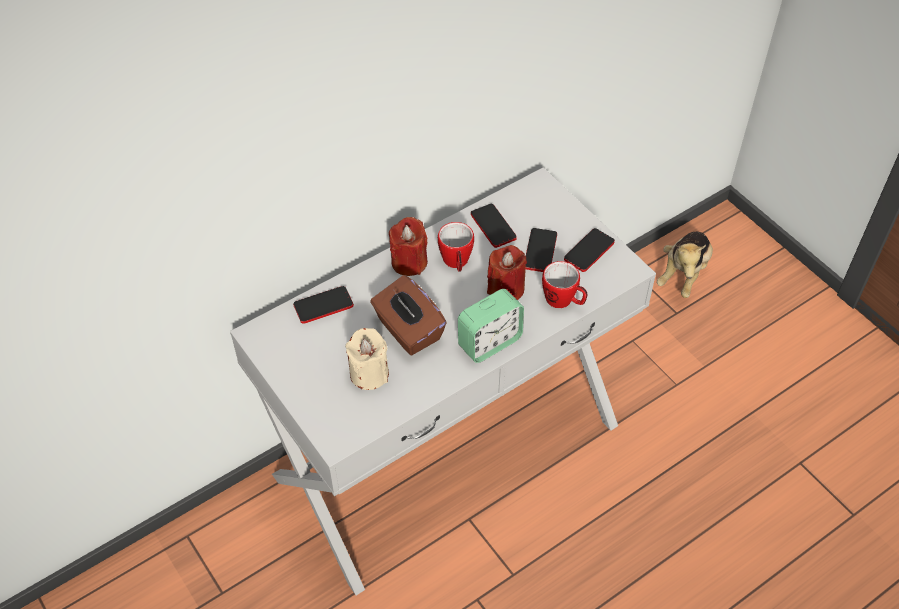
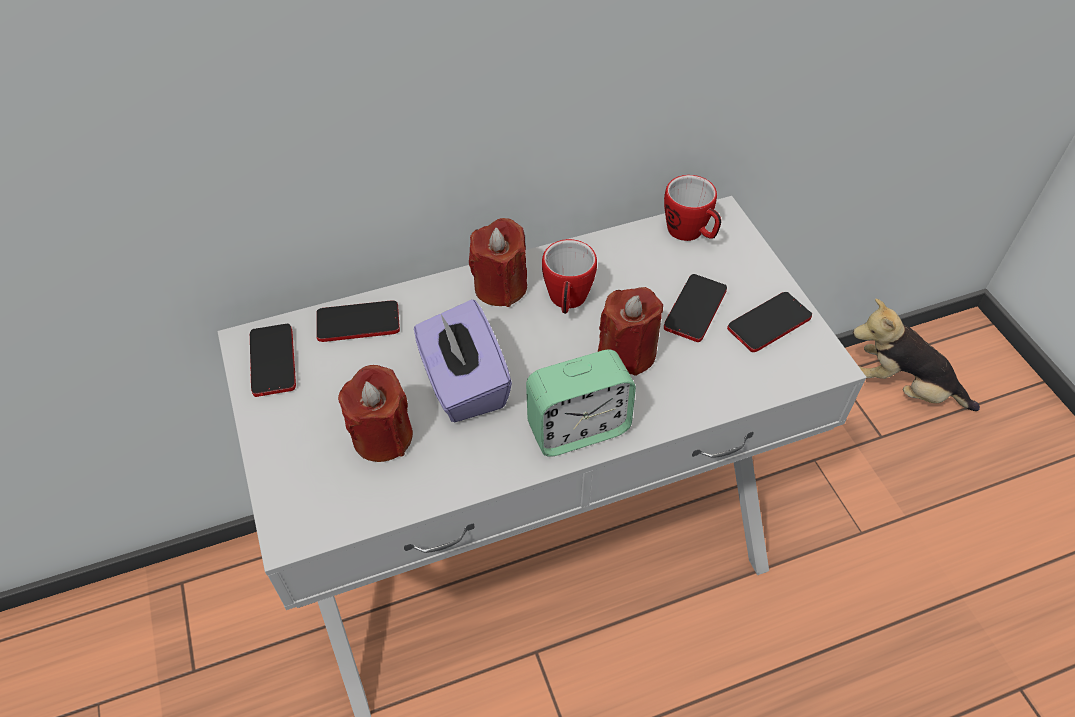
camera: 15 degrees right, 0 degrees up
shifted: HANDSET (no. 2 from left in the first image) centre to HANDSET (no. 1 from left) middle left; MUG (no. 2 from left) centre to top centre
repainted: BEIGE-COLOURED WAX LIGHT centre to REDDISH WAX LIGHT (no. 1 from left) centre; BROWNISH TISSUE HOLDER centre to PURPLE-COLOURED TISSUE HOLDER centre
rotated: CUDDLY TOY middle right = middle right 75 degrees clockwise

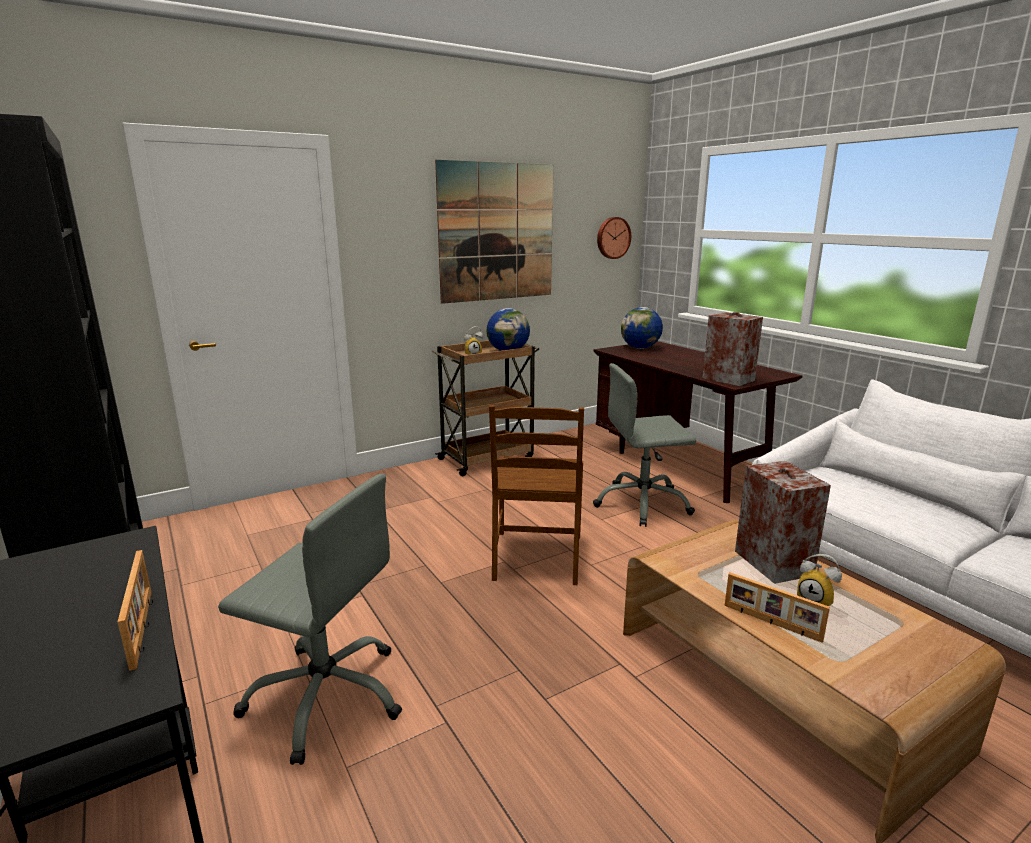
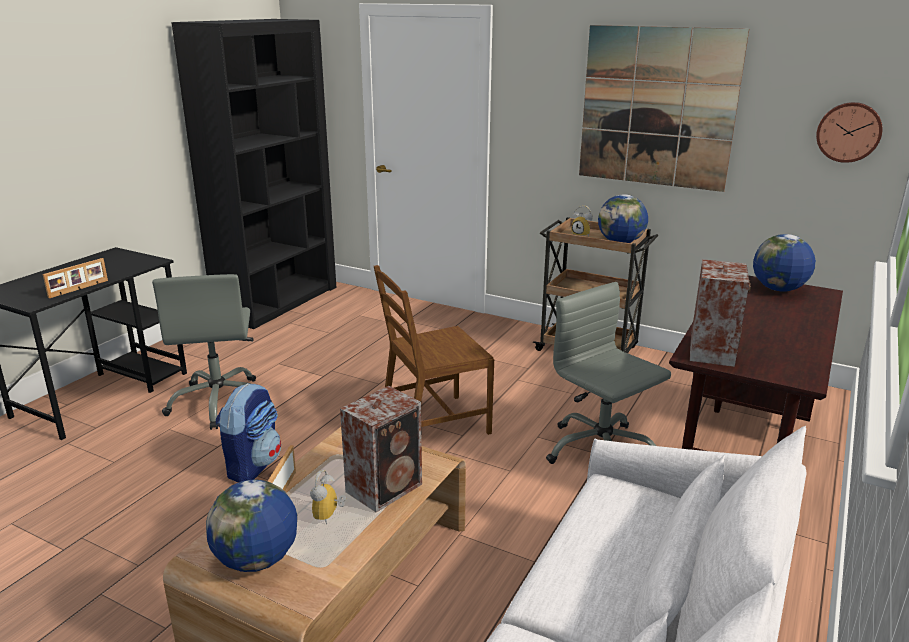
camera: 60 degrees right, 5 degrees up
new: DESK GLOBE (no. 1 from left) bottom left; BACKPACK bottom left

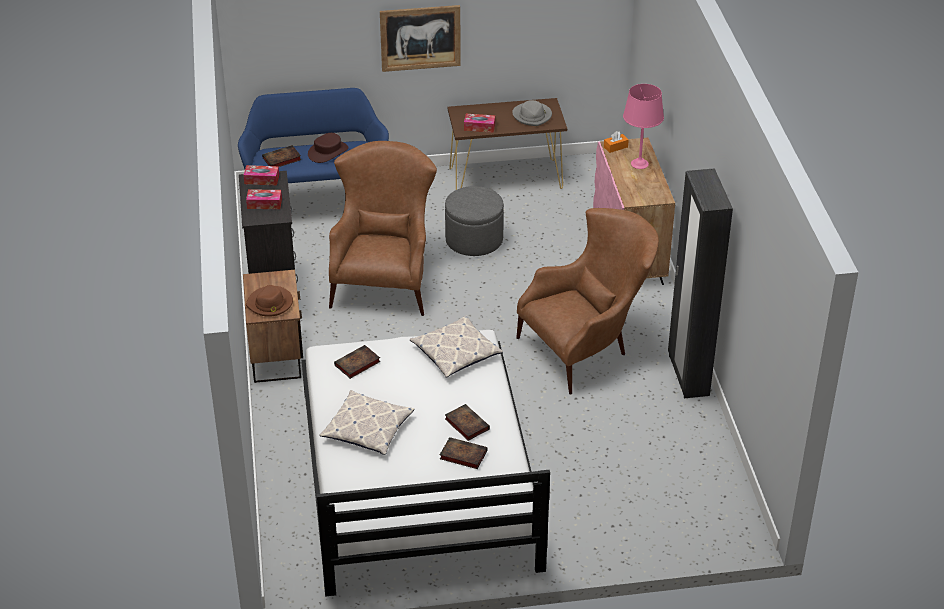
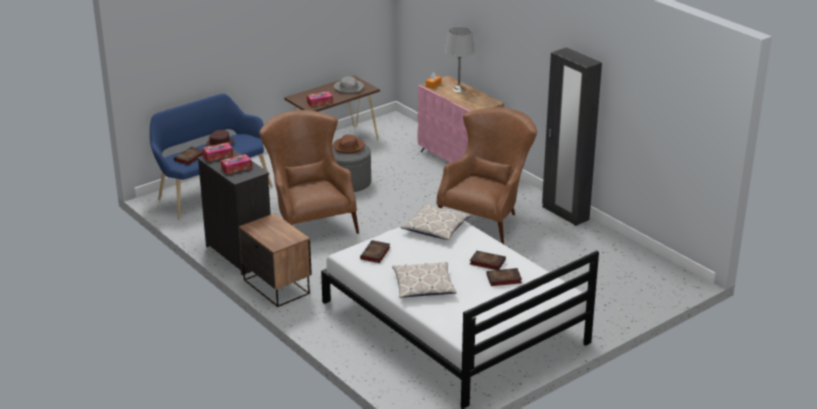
camera: 30 degrees left, 10 degrees down
gone: WALL ART top centre
shifted: BROWNISH HAT (no. 1 from left in the first image) middle left to BROWNISH HAT (no. 2 from left) centre
repainted: PINKISH TABLE LAMP top right to GRAY TABLE LAMP top centre

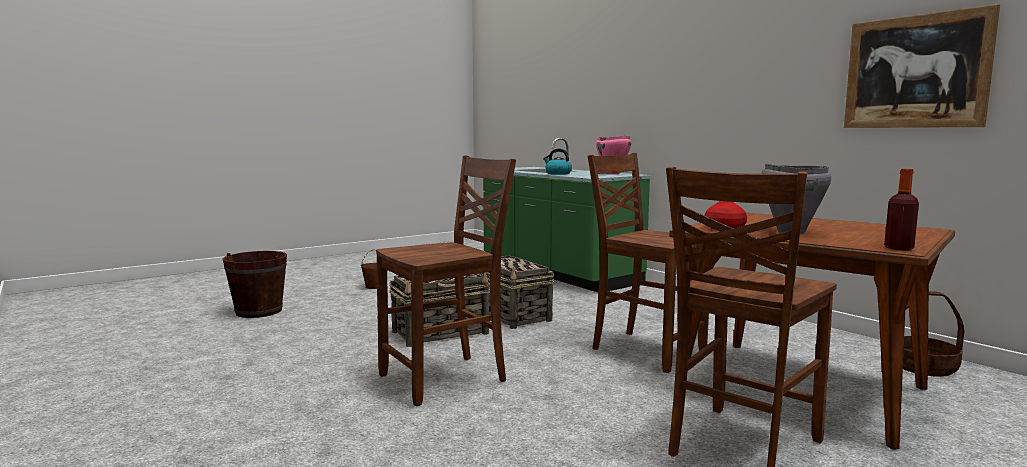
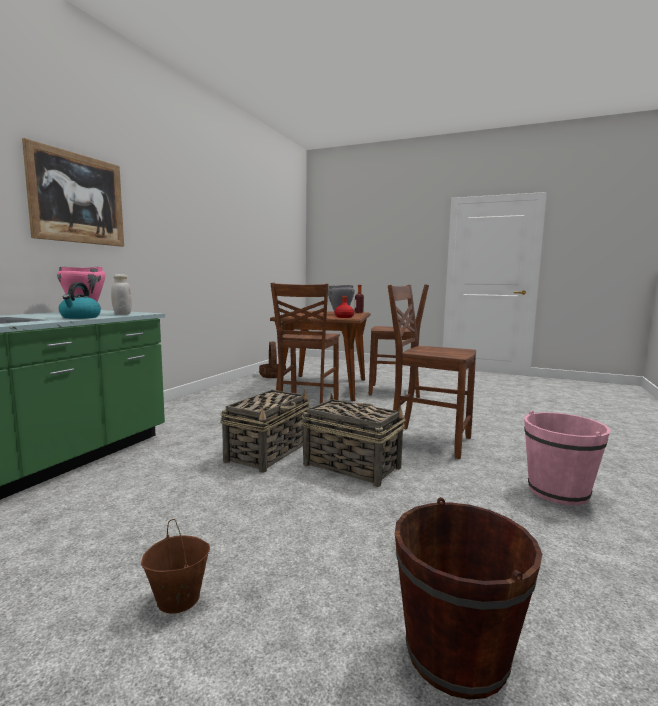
camera: 120 degrees left, 0 degrees up
new: WHITISH STORAGE JAR middle left; PINKISH BUCKET middle right
shifted: WALL ART top right to top left

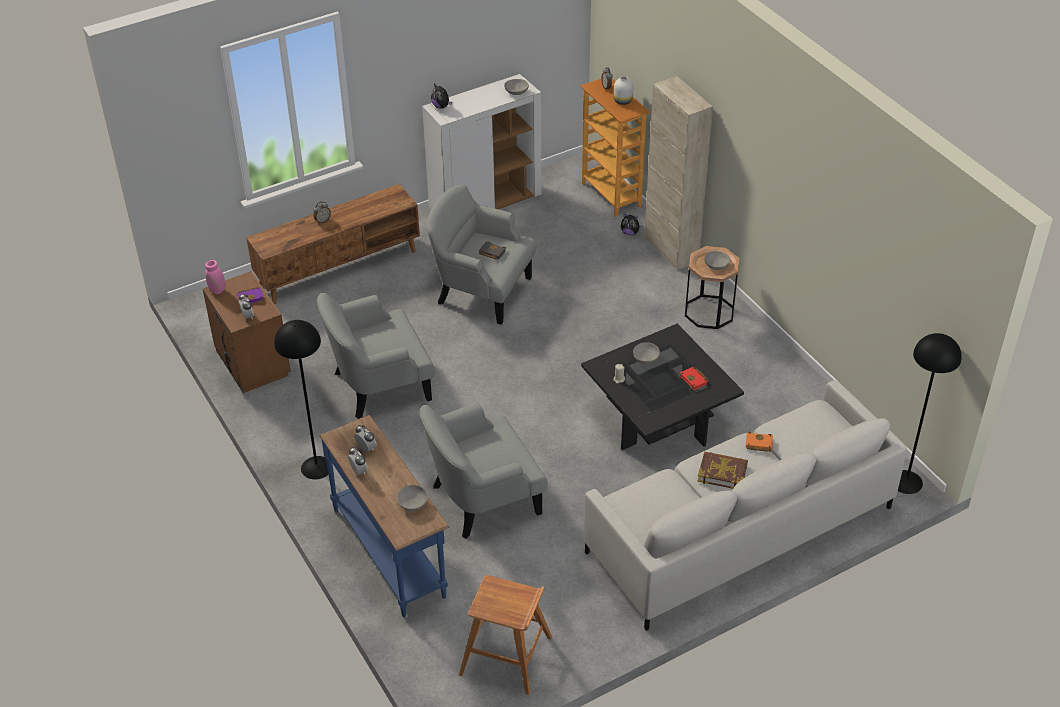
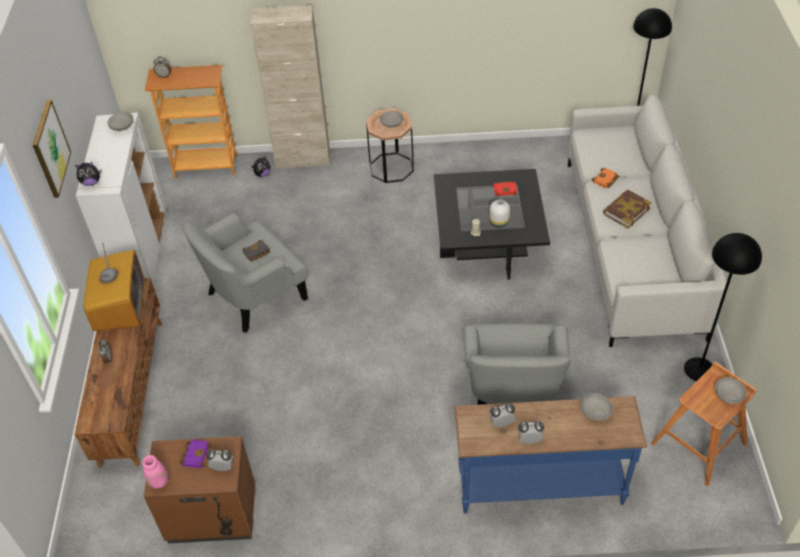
camera: 60 degrees left, 5 degrees up
gone: GRAY ARMCHAIR (no. 1 from left) centre
new: WALL ART top left; TELEVISION middle left
shifted: WHITISH VASE top centre to centre; BLACK-COLOURED STANDARD LAMP (no. 1 from left in the first image) middle left to BLACK-COLOURED STANDARD LAMP (no. 2 from left) middle right; GRAY SERVING BOWL (no. 3 from left in the first image) centre to GRAY SERVING BOWL (no. 4 from left) bottom right

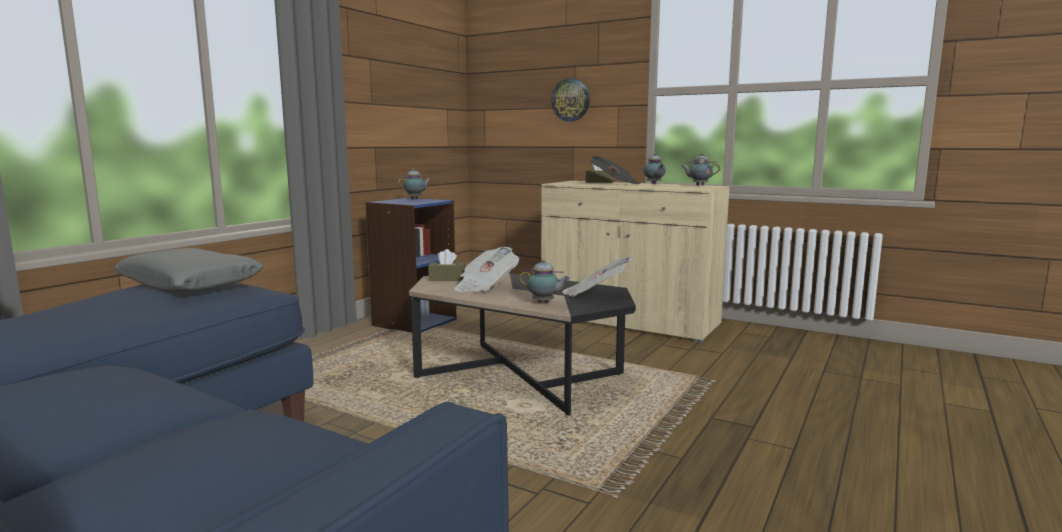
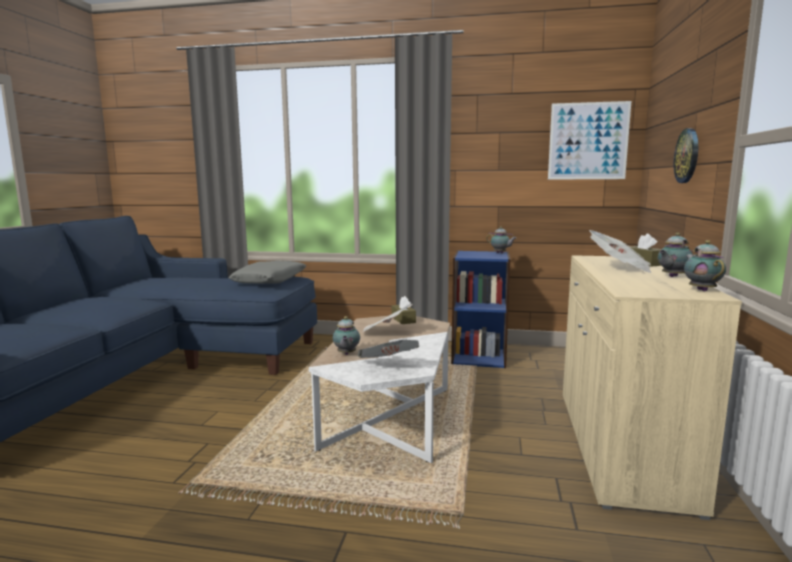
camera: 70 degrees right, 0 degrees up
new: WALL ART top right
repainted: BLACK-COLOURED COFFEE TABLE centre to WHITISH COFFEE TABLE bottom centre

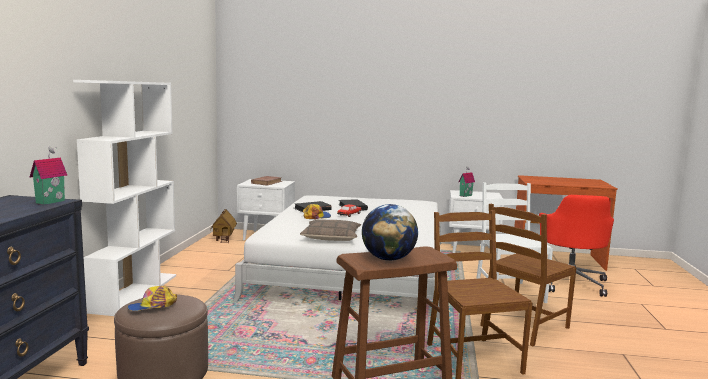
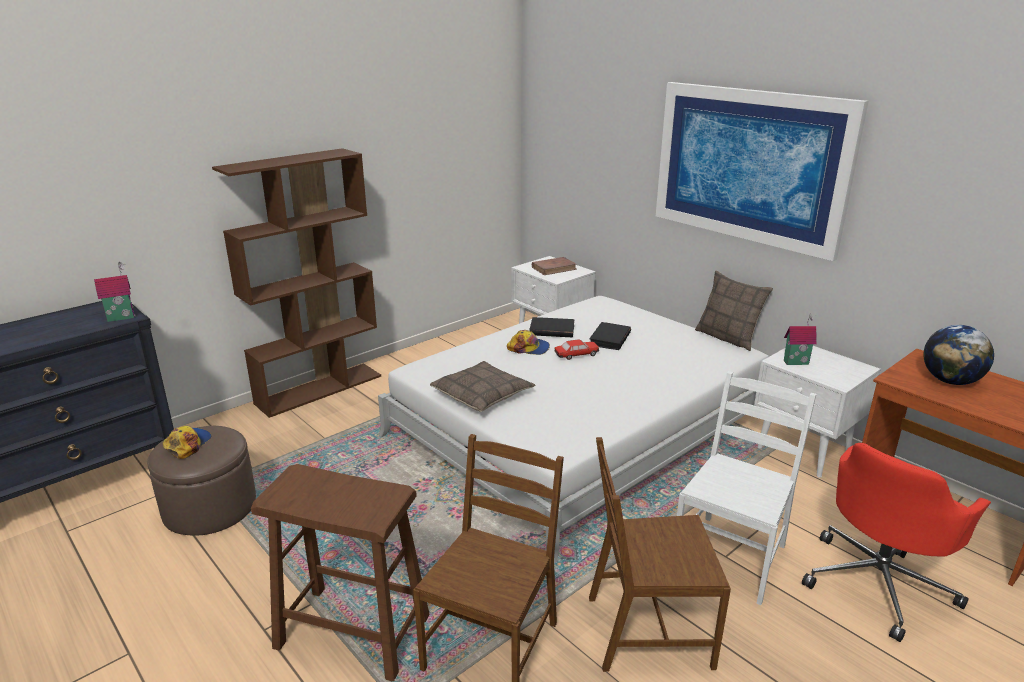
camera: 40 degrees right, 15 degrees up
gone: TOY HOUSE (no. 2 from left) middle left
new: WALL ART top right; CUSHION (no. 2 from left) middle right
shifted: DESK GLOBE centre to middle right
repainted: WHITISH BOOKSHELF middle left to BROWNISH BOOKSHELF middle left
rotated: BASEBALL CAP (no. 1 from left) bottom left = middle left 90 degrees clockwise

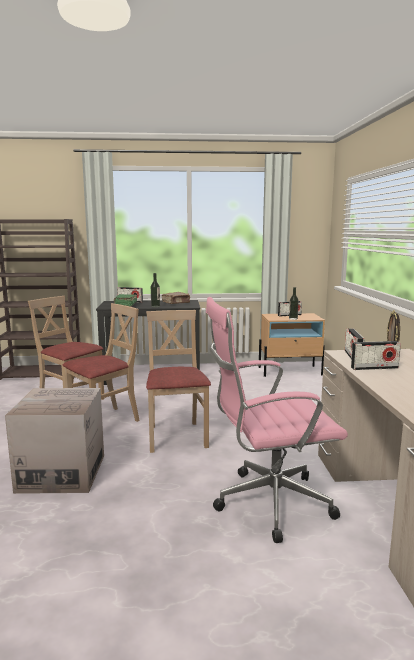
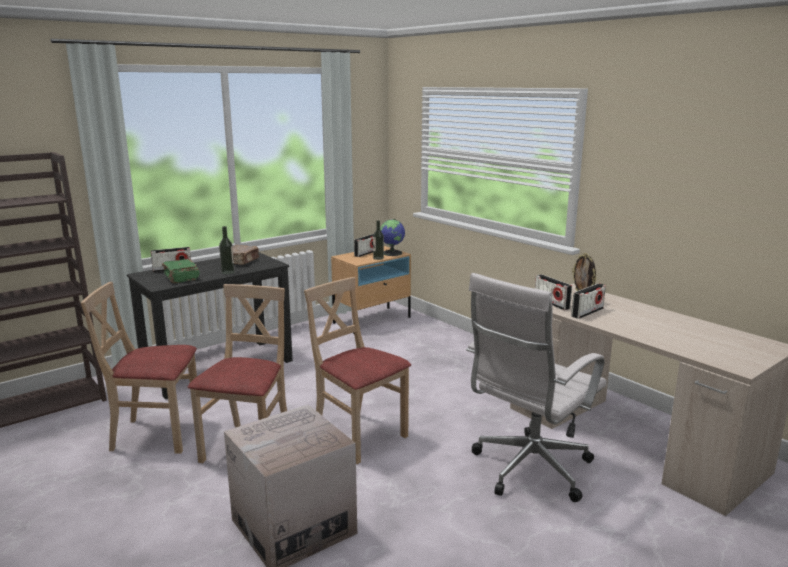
camera: 35 degrees left, 5 degrees up
new: DESK GLOBE centre
repainted: PINKISH DESK CHAIR middle right to WHITISH DESK CHAIR bottom right

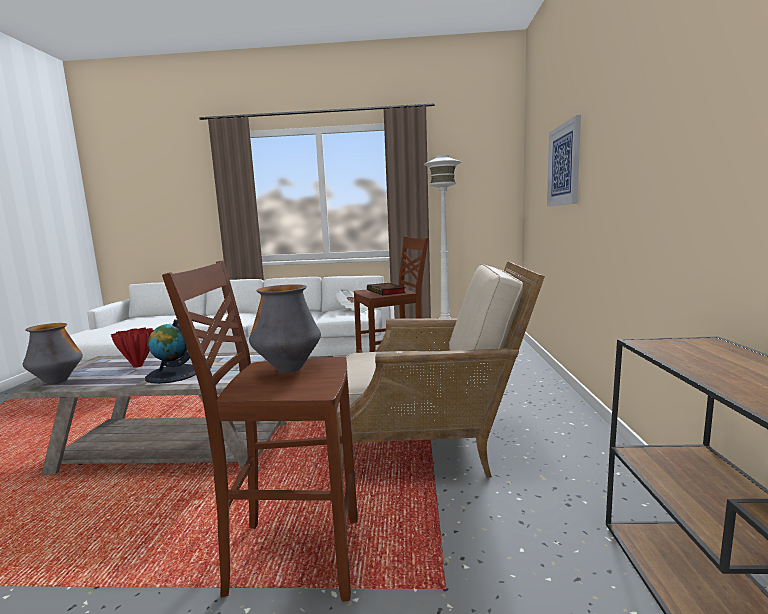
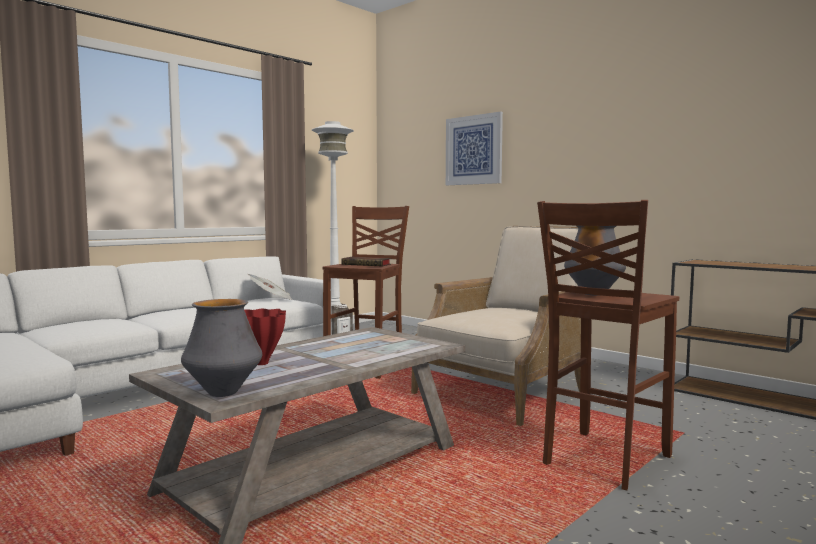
camera: 50 degrees left, 5 degrees down
gone: DESK GLOBE middle left

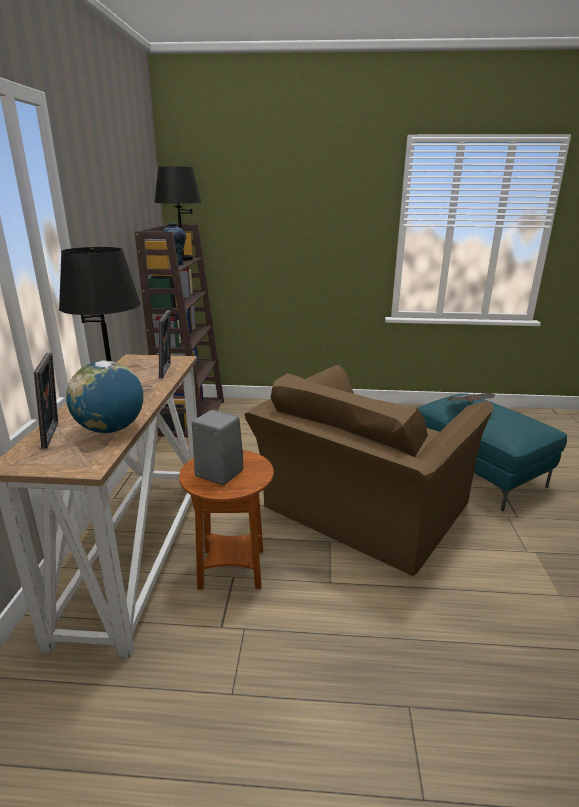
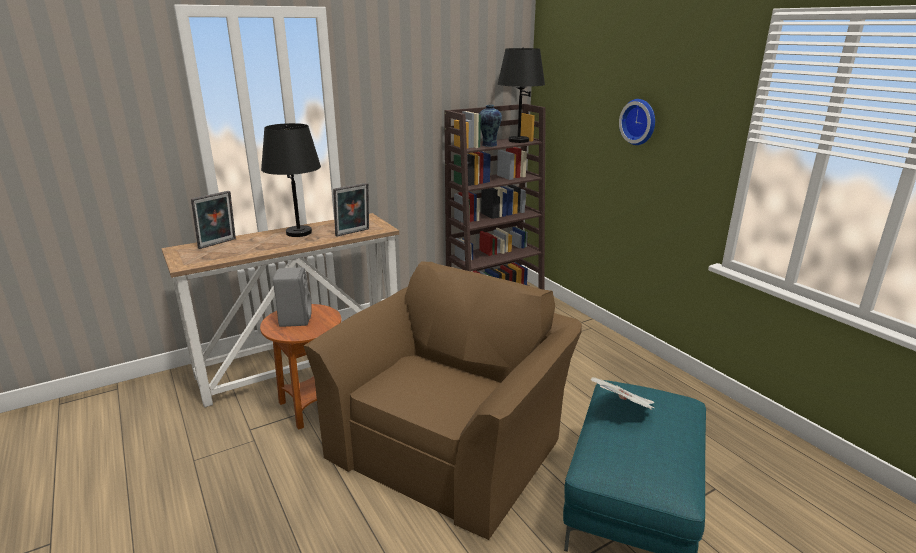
camera: 55 degrees right, 0 degrees up
gone: DESK GLOBE middle left
new: WALL CLOCK top right
rotated: BROWNISH ARMCHAIR centre = bottom centre 120 degrees clockwise

